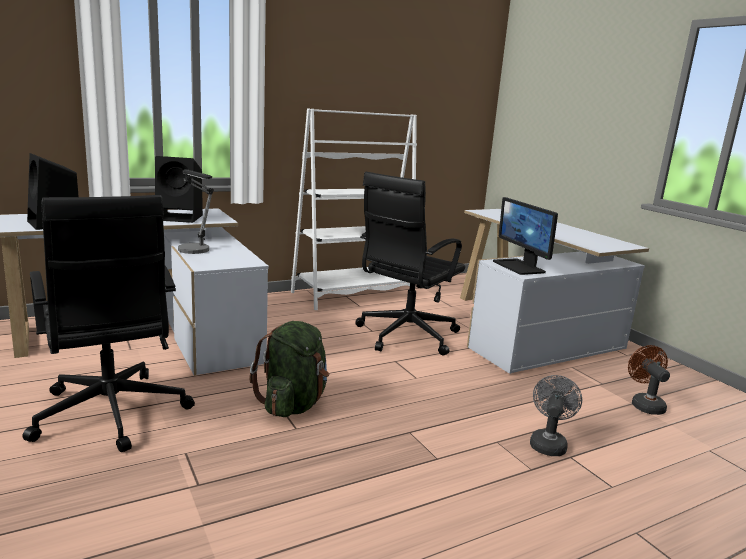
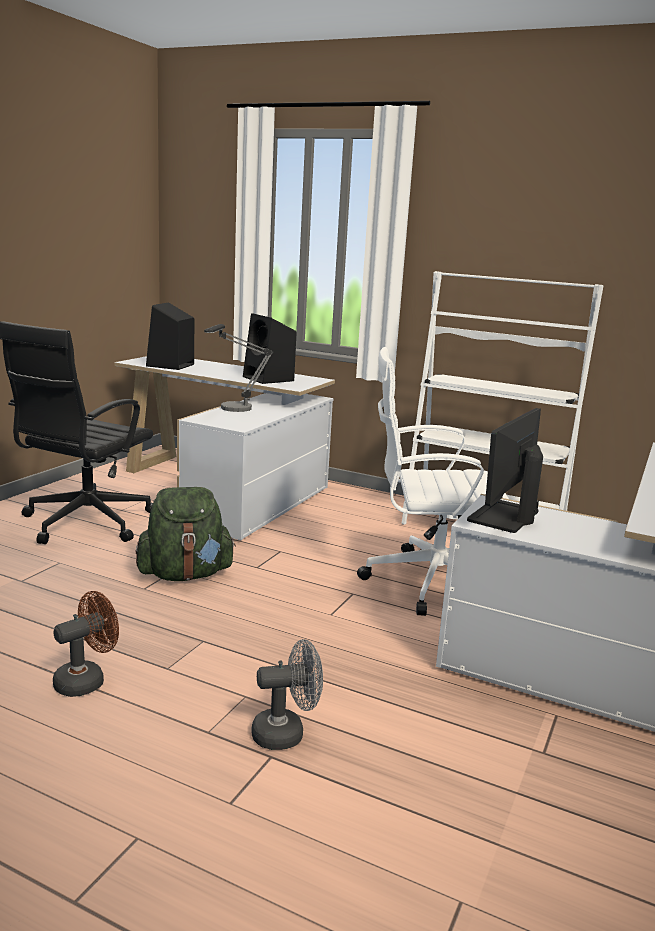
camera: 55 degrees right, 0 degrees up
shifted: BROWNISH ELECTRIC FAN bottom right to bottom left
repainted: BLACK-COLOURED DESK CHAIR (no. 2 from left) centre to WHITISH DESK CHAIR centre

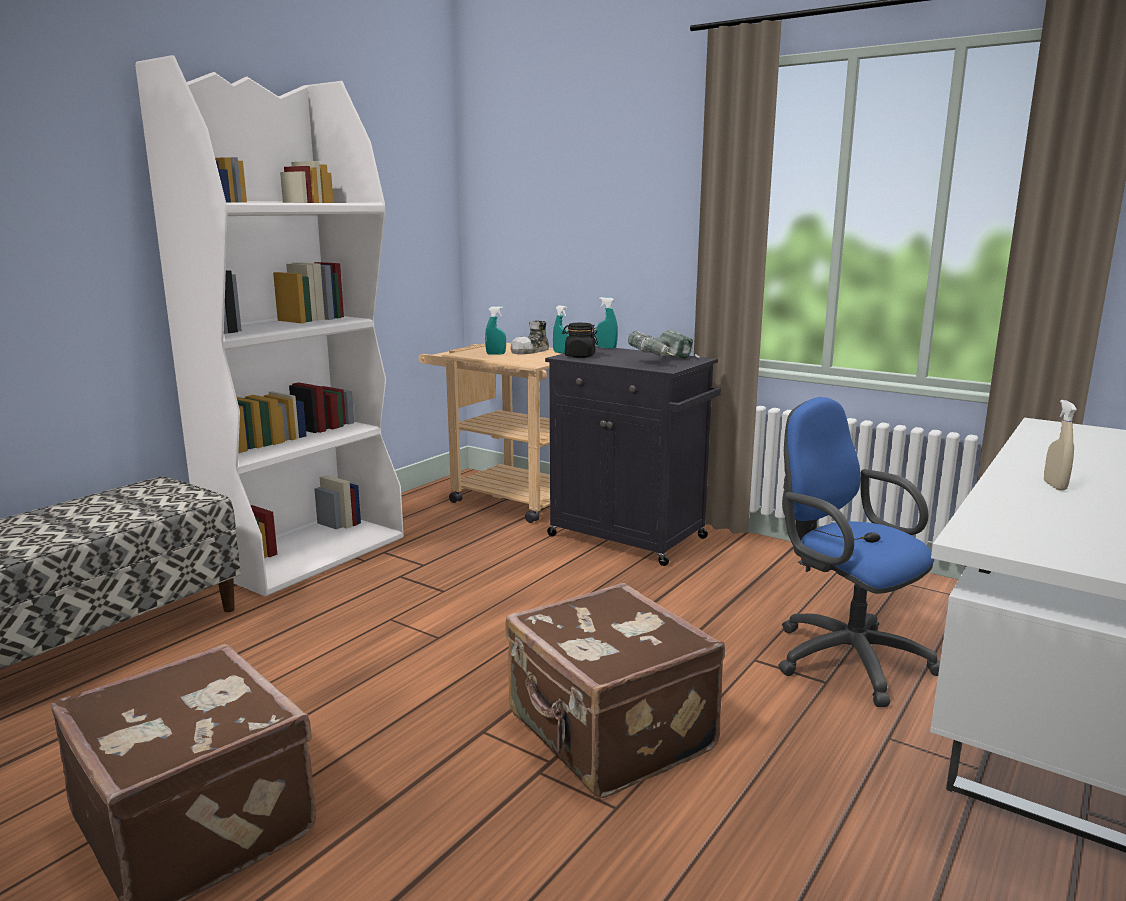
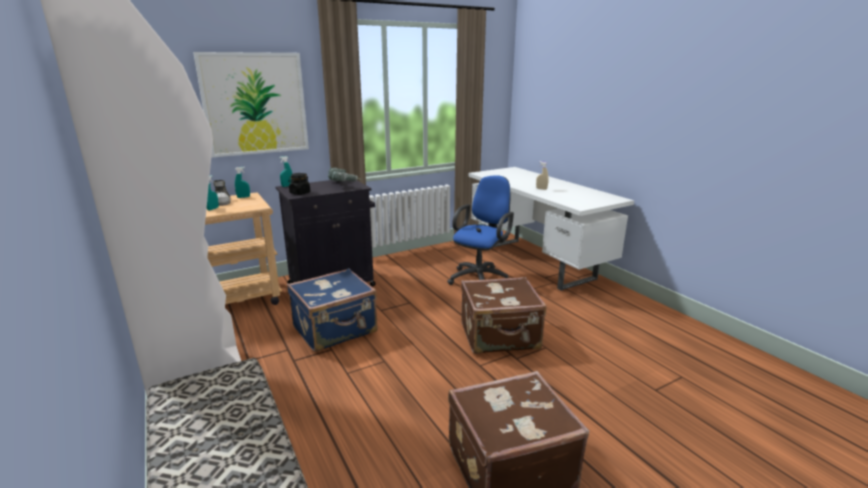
camera: 65 degrees left, 5 degrees up
new: WALL ART top left; BLUISH PIECE OF LUGGAGE centre
rotated: BLUISH DESK CHAIR middle right = centre 135 degrees clockwise

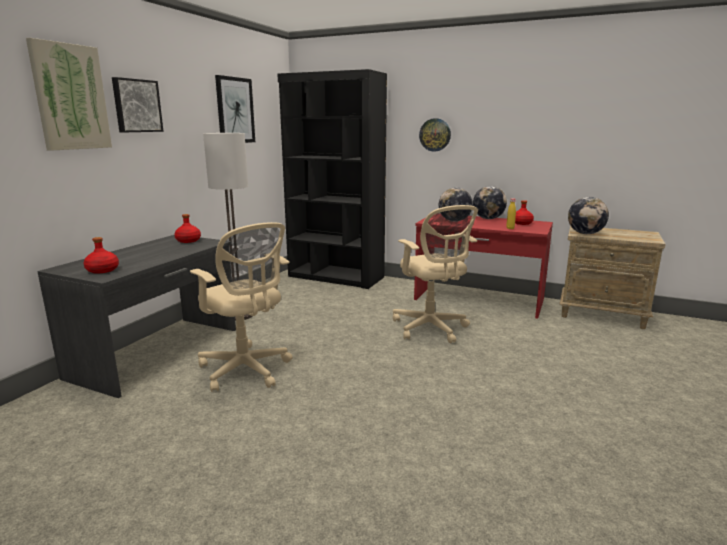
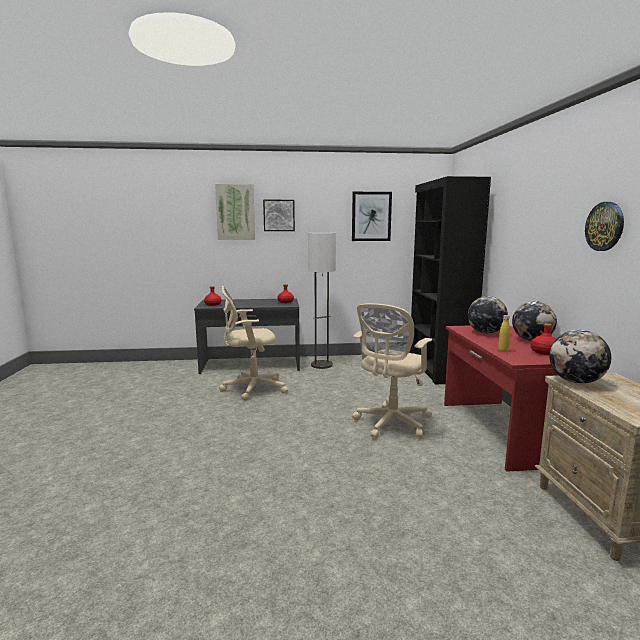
camera: 60 degrees right, 5 degrees down
shifted: WALL CLOCK top centre to middle right
rotated: BEIGE-COLOURED DESK CHAIR (no. 1 from left) middle left = centre 60 degrees clockwise

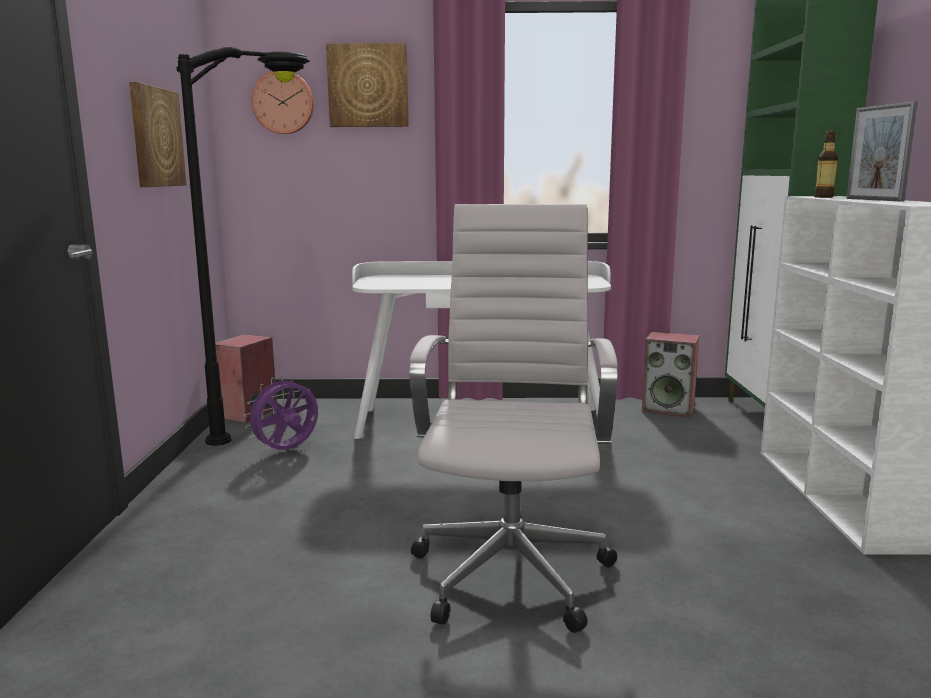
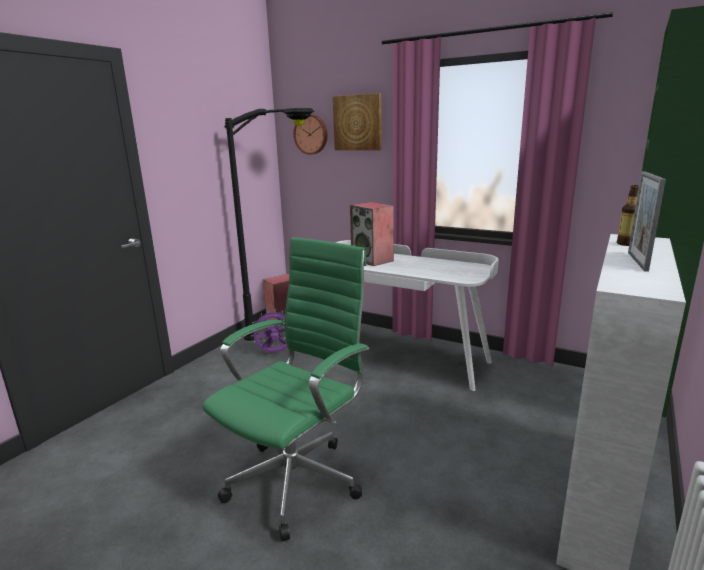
camera: 30 degrees right, 5 degrees up
gone: WALL ART (no. 1 from left) top left
shifted: SPEAKER (no. 2 from left) middle right to centre
repainted: WHITISH DESK CHAIR centre to GREEN-COLOURED DESK CHAIR bottom centre

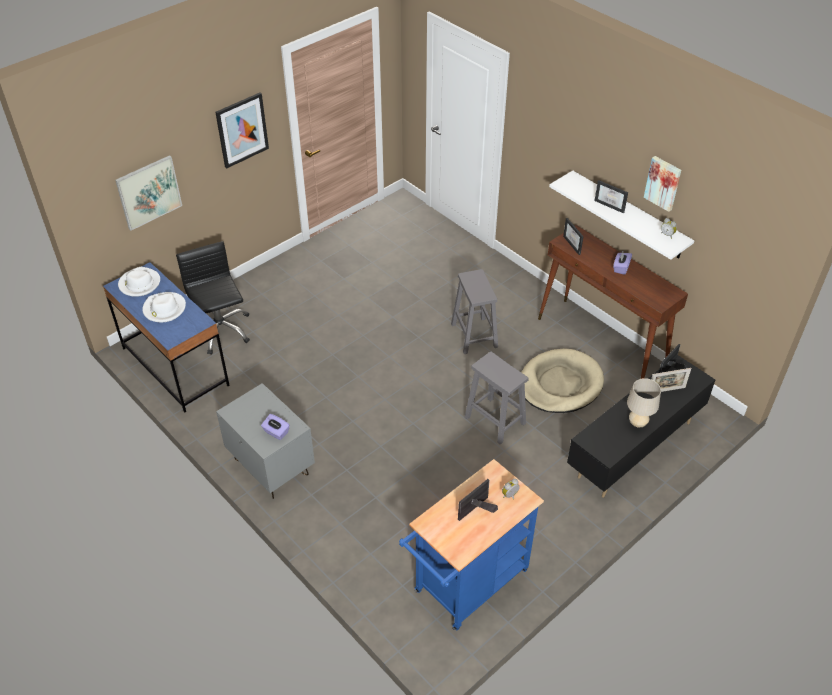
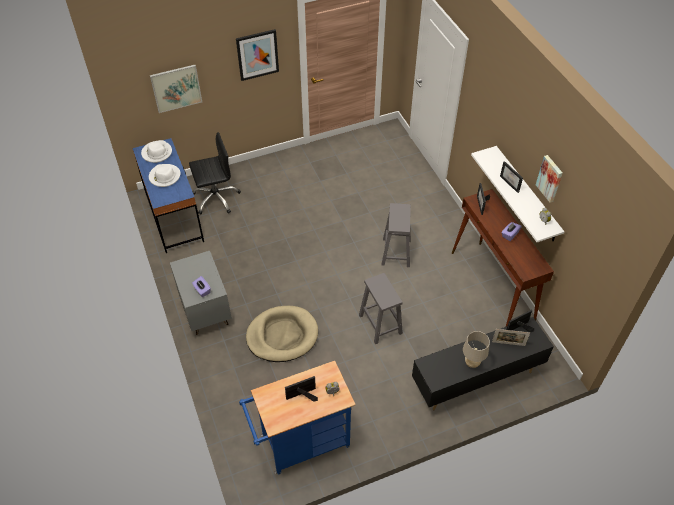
camera: 20 degrees right, 5 degrees up
shifted: BEIGE-COLOURED DOG BED middle right to centre
rotated: BLACK-COLOURED DESK CHAIR middle left = middle left 75 degrees clockwise

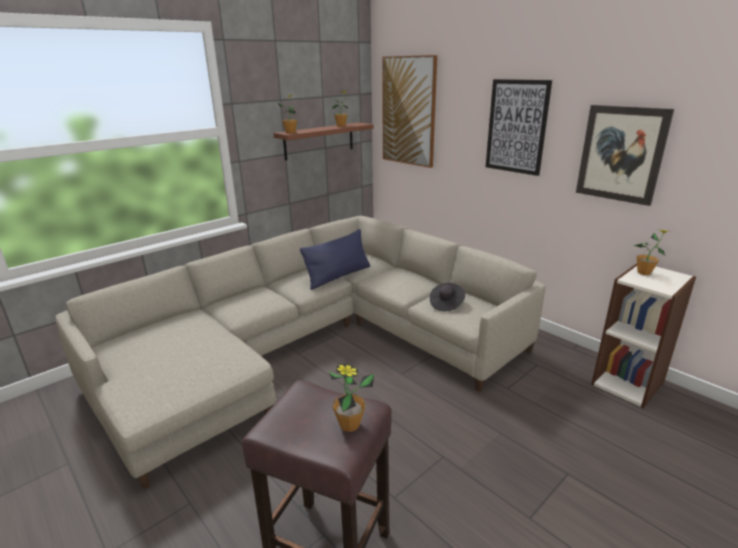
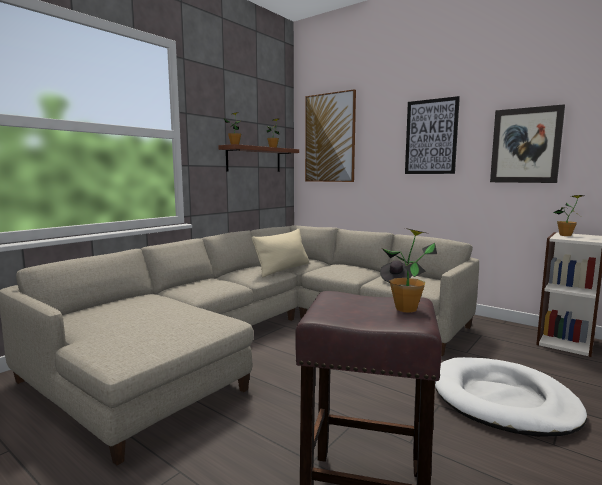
camera: 10 degrees left, 15 degrees down
new: WHITISH DOG BED bottom right
repainted: BLUISH CUSHION centre to BEIGE-COLOURED CUSHION centre

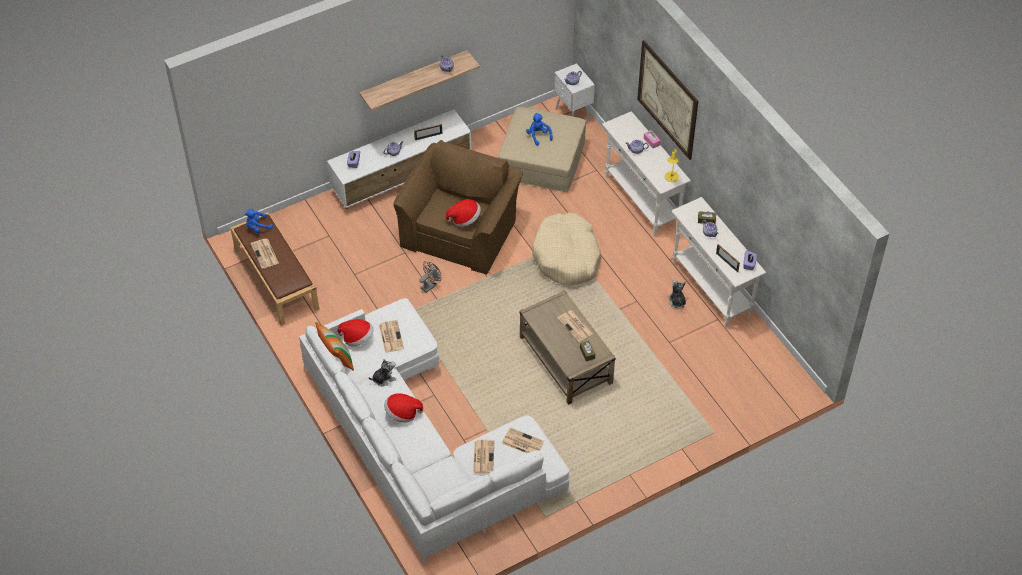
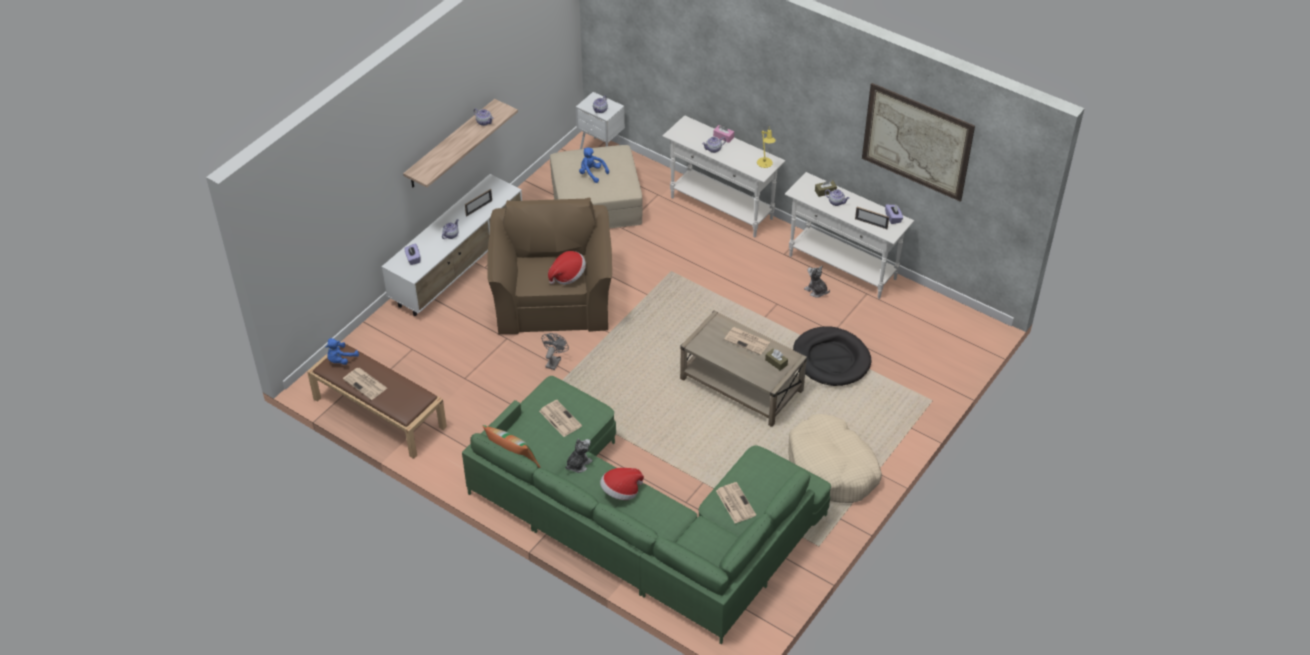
camera: 25 degrees left, 5 degrees down
gone: HAT (no. 1 from left) centre; PRINTED PAPER (no. 4 from left) bottom centre
new: BLACK-COLOURED DOG BED centre
shifted: BEIGE-COLOURED DOG BED centre to bottom centre; WALL ART top centre to top right
repainted: WHITISH SOFA bottom centre to GREEN-COLOURED SOFA bottom centre

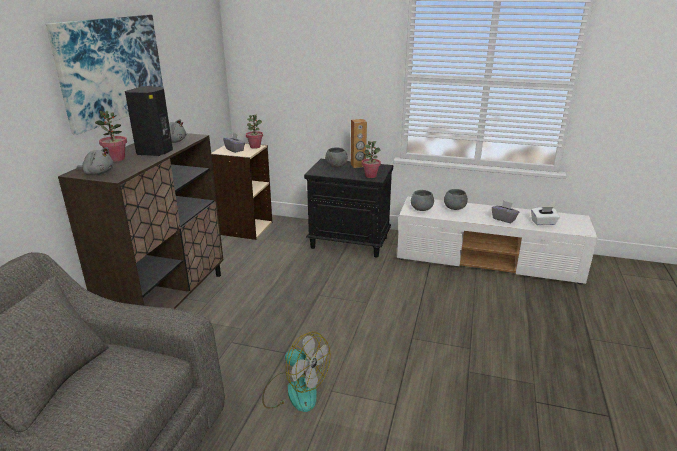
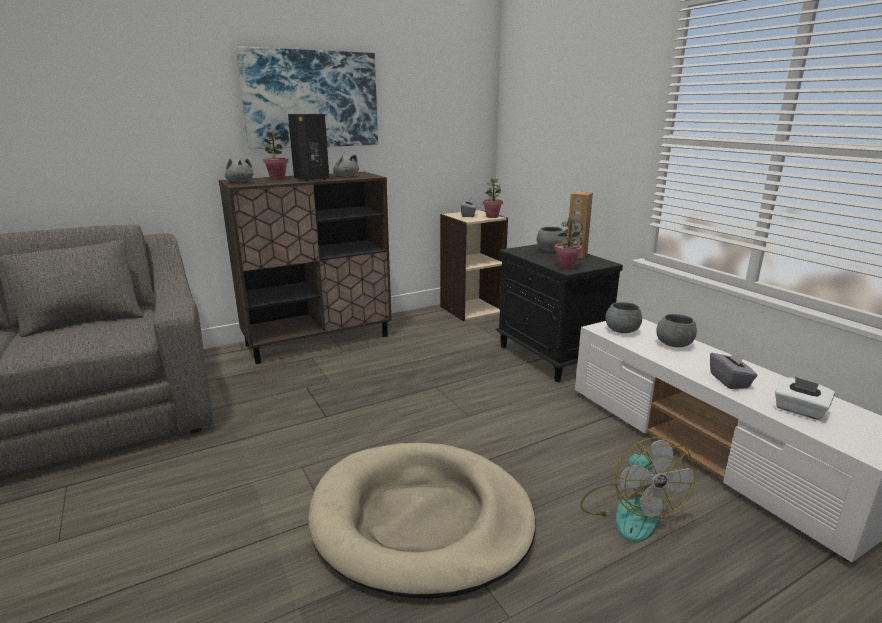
camera: 45 degrees right, 5 degrees down
new: BEIGE-COLOURED DOG BED bottom centre
shifted: ELECTRIC FAN bottom centre to bottom right

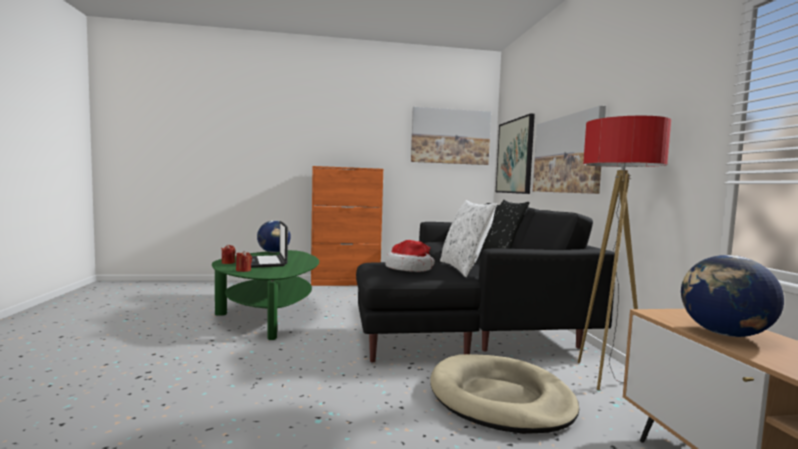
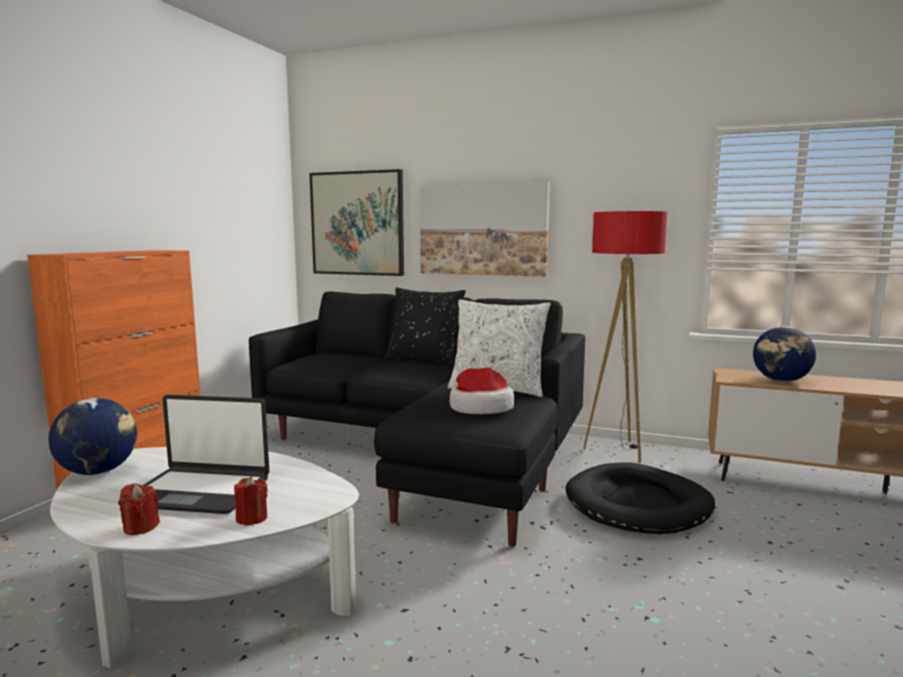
camera: 60 degrees left, 5 degrees up
gone: WALL ART (no. 1 from left) top centre
repainted: GREEN-COLOURED COFFEE TABLE middle left to WHITISH COFFEE TABLE bottom left; BEIGE-COLOURED DOG BED bottom centre to BLACK-COLOURED DOG BED bottom right

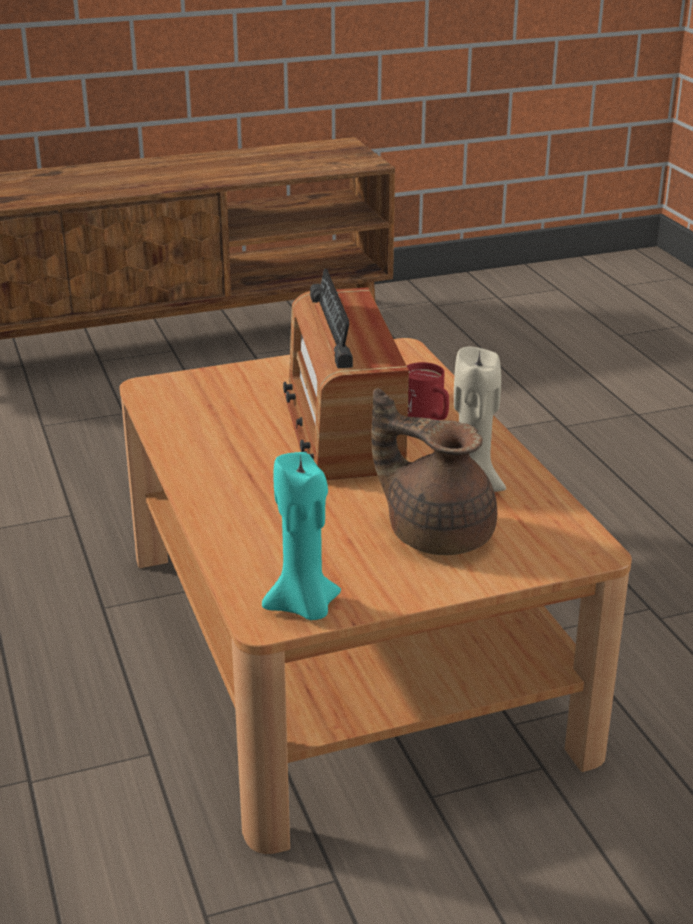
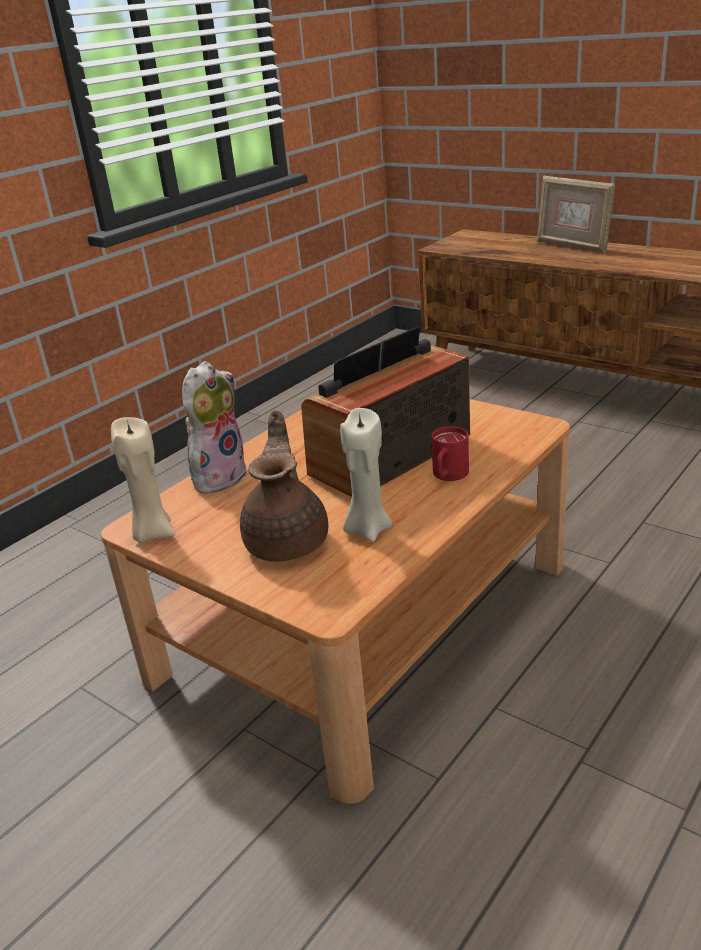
camera: 60 degrees right, 0 degrees up
new: CUDDLY TOY middle left; STANDING FRAME top right
repainted: BLUE-GREEN WAX LIGHT centre to BEIGE-COLOURED WAX LIGHT (no. 1 from left) middle left

